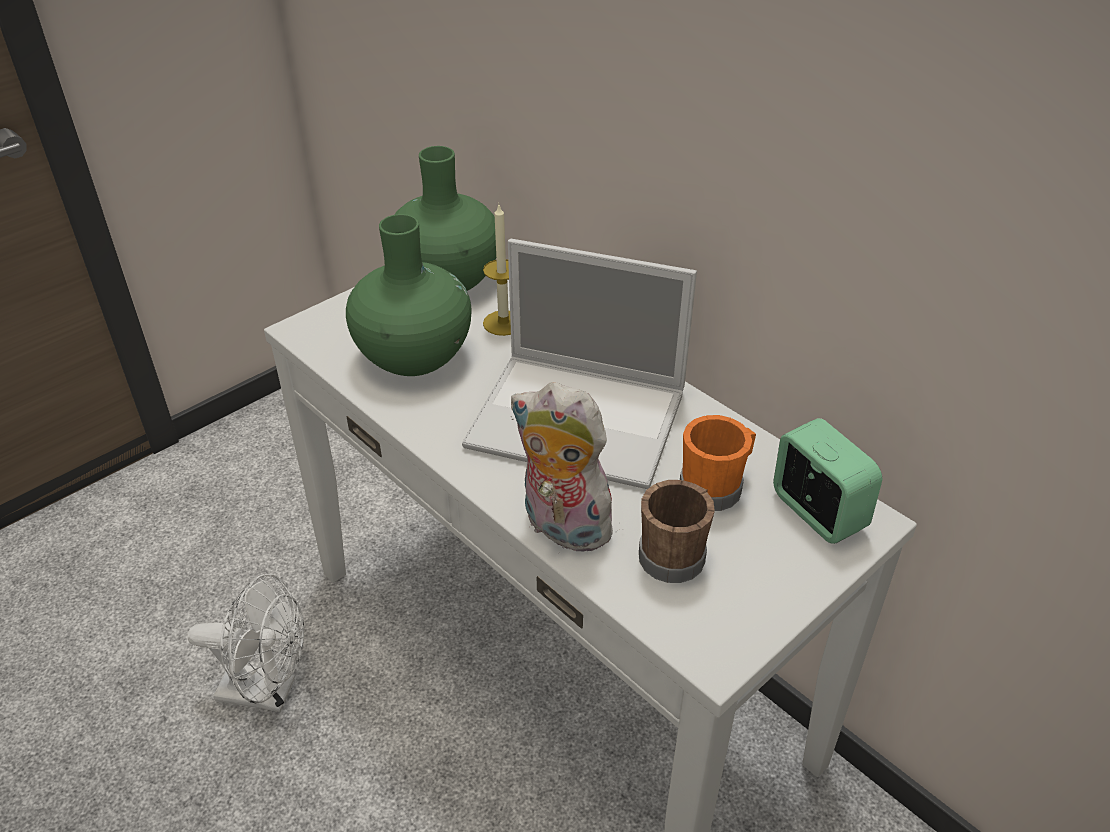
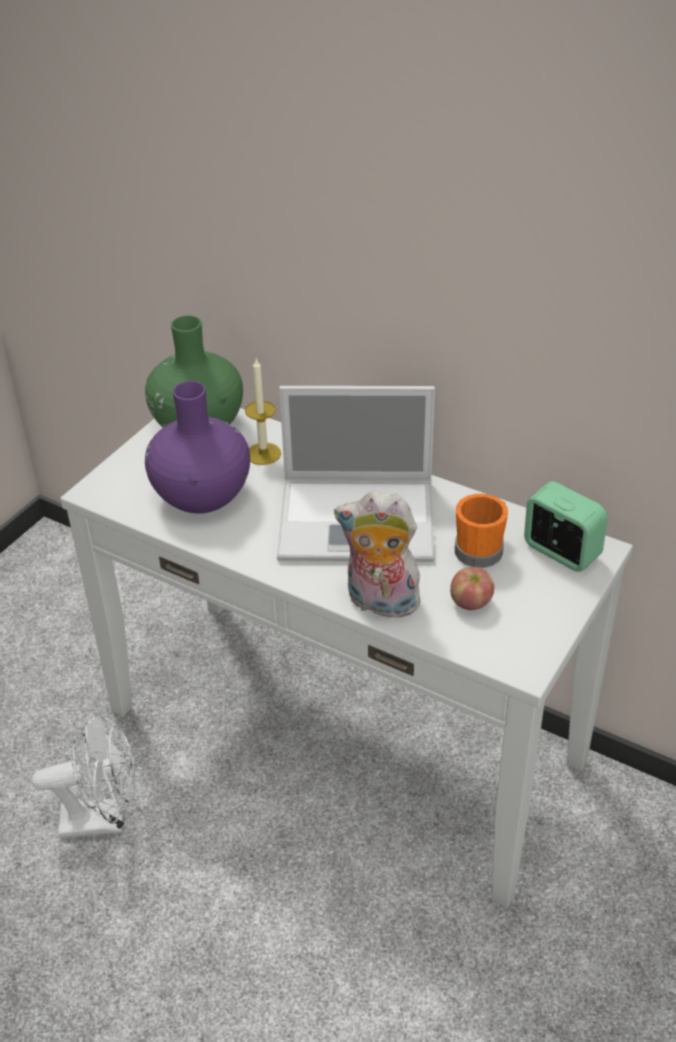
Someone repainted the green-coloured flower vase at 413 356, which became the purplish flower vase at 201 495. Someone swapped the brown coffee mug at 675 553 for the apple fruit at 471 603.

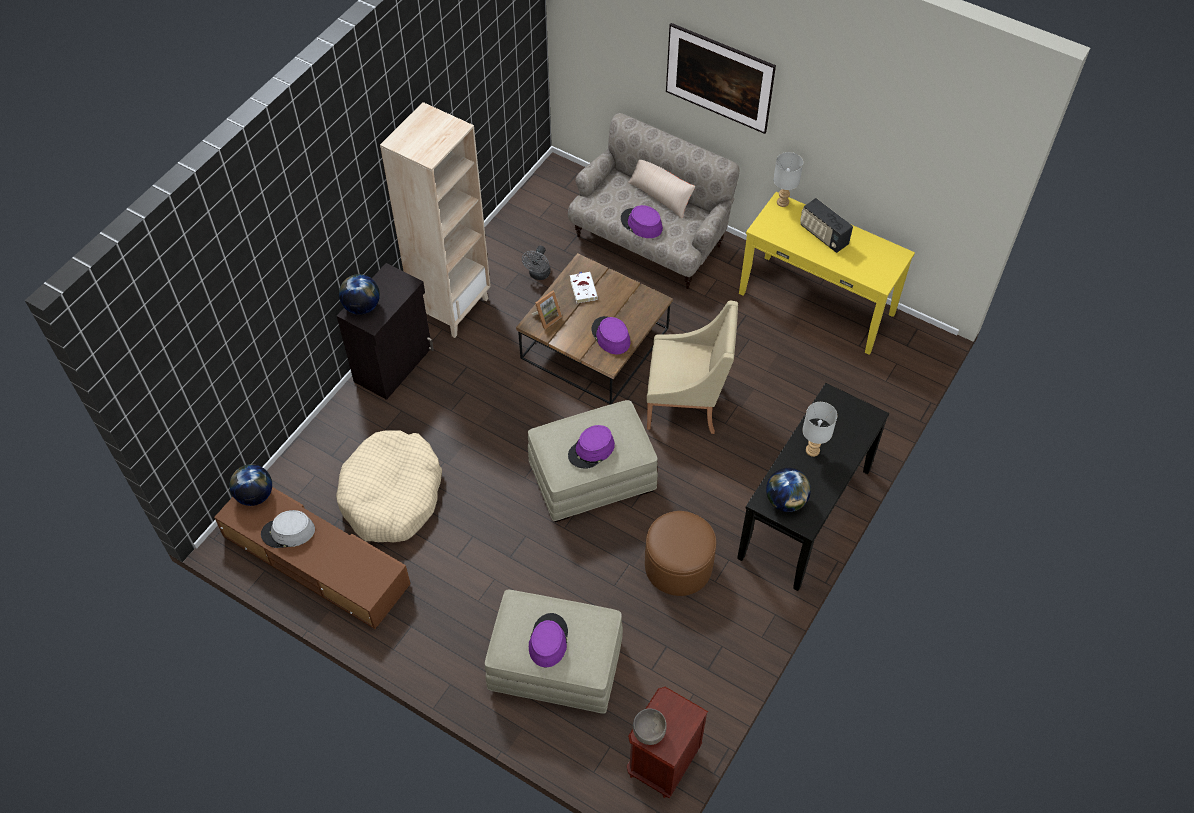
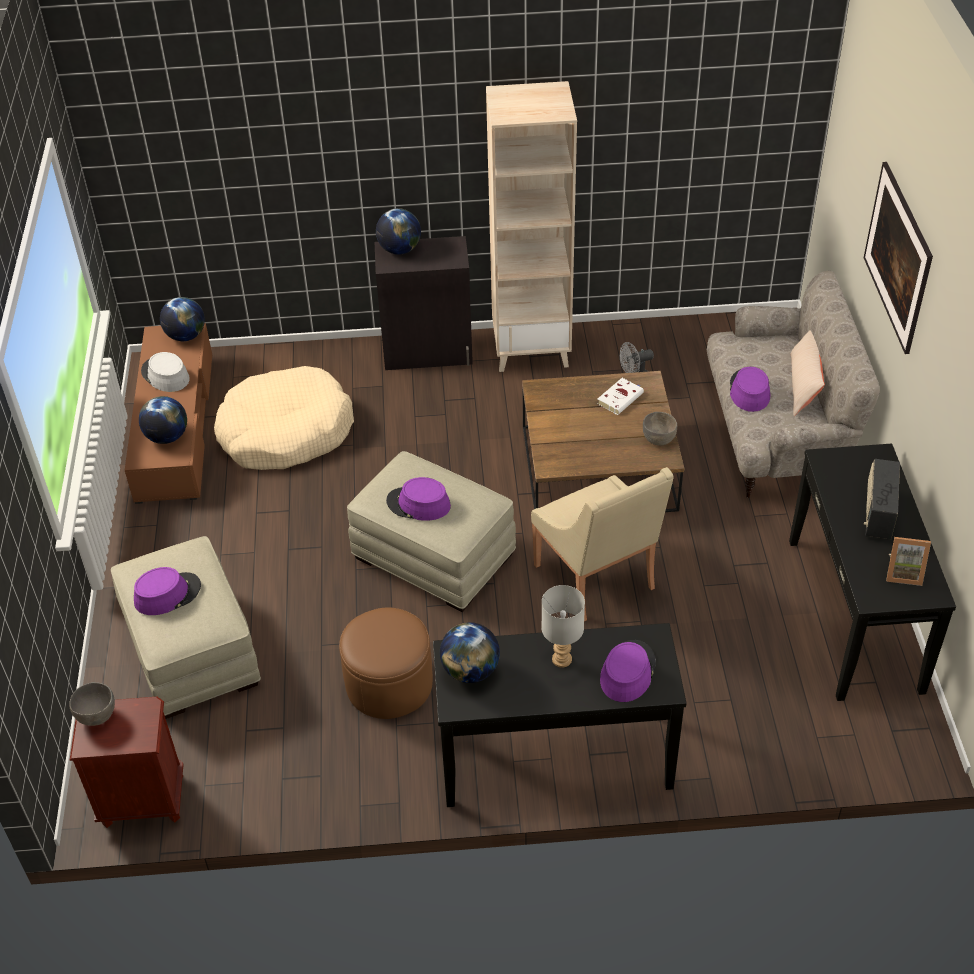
Someone carried the picture frame from 547 318 to 903 573. Someone carried the purplish hat from 610 336 to 627 672. Someone repainted the yellowish hall table at 816 303, which became the black hall table at 855 614. Someone took away the grey table lamp at 782 202. Someone put down the desk globe at 167 437. Someone put down the grey serving bowl at 659 440.

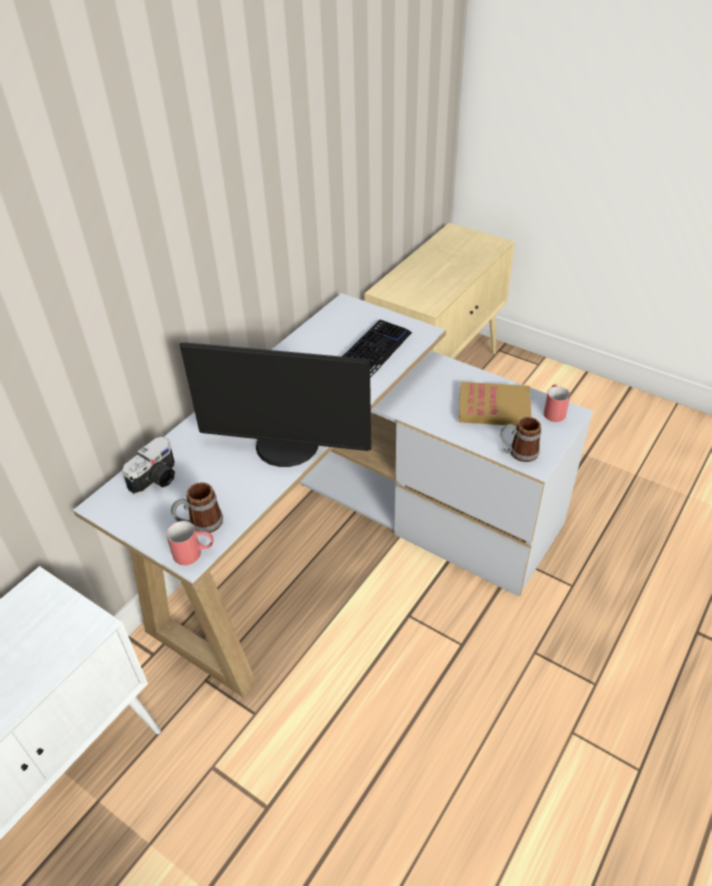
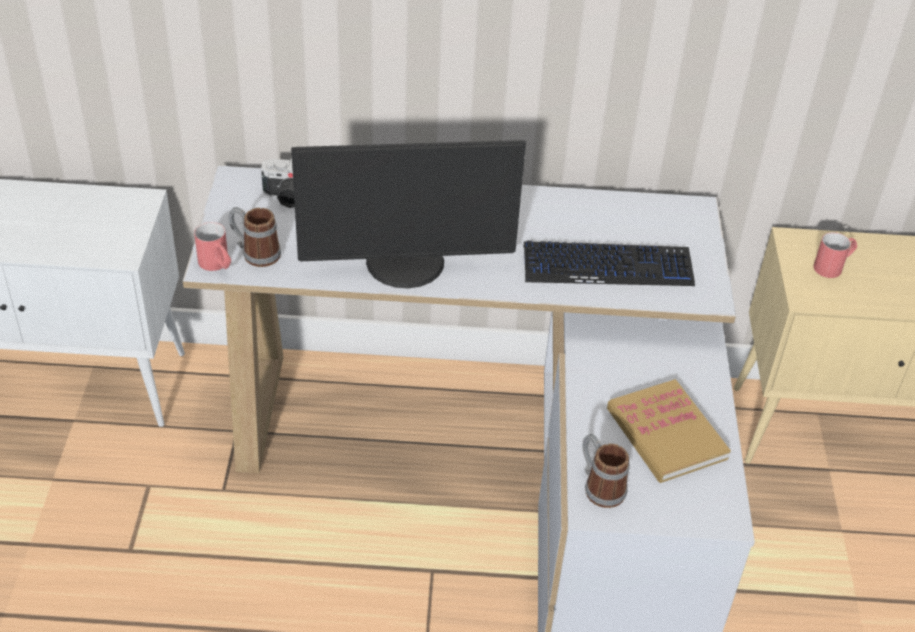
Someone rotated the monitor at 286 447 by 75 degrees counterclockwise. Someone carried the red coffee mug from 553 411 to 833 266.

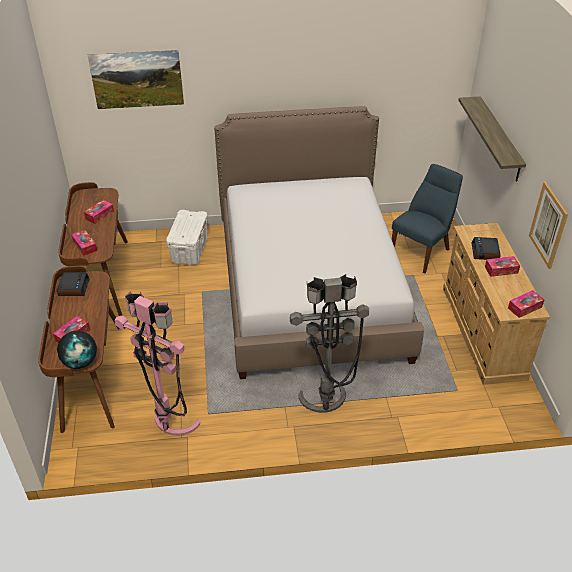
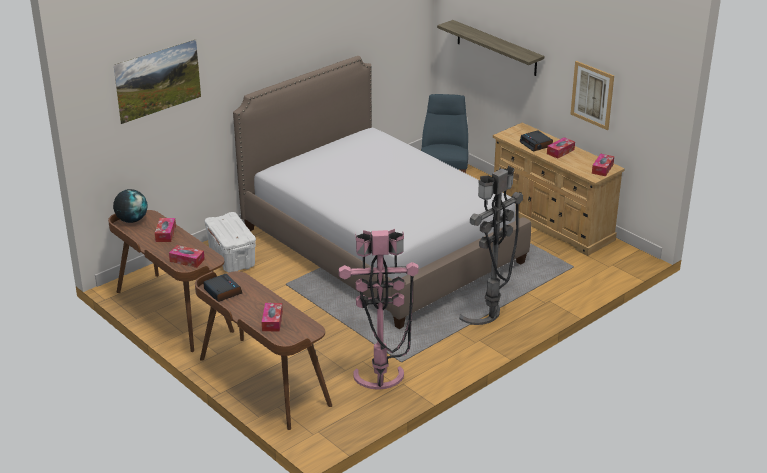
Someone carried the desk globe from 80 362 to 132 220.

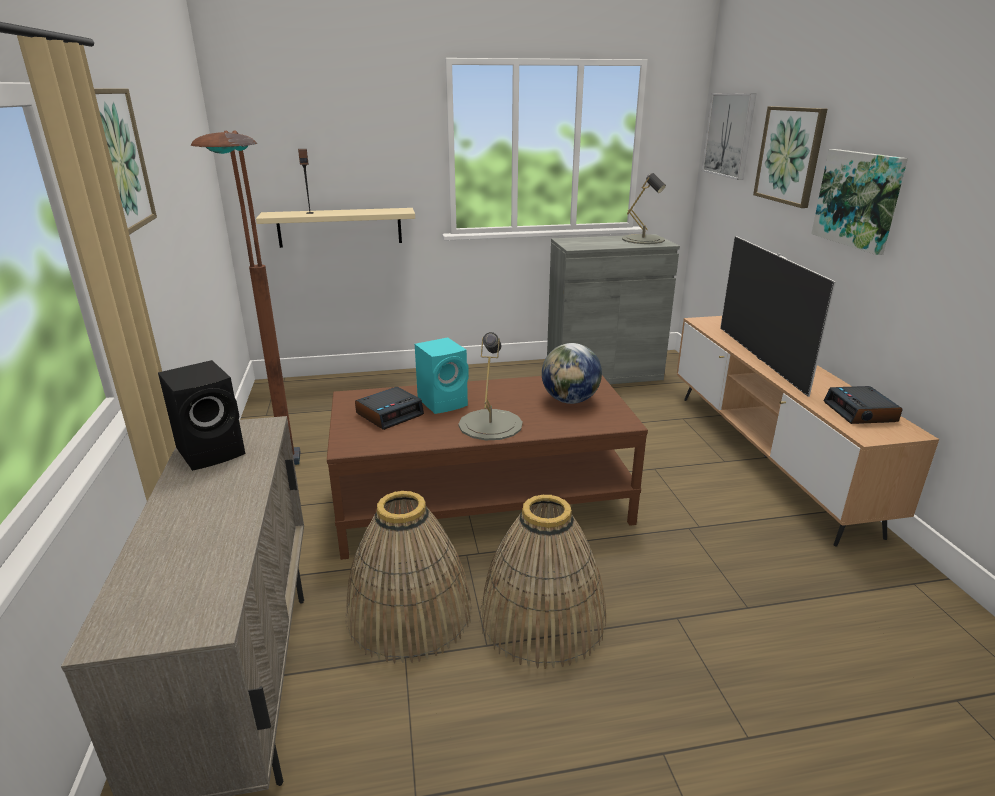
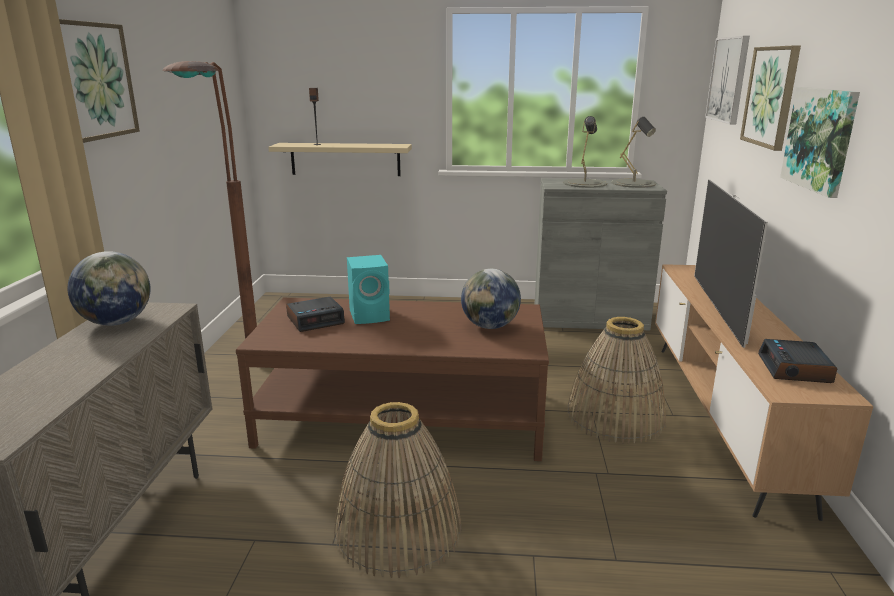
Someone swapped the black speaker at 213 451 for the desk globe at 117 322. Someone carried the storage basket from 409 613 to 615 417. Someone carried the grey table lamp from 490 424 to 584 183.

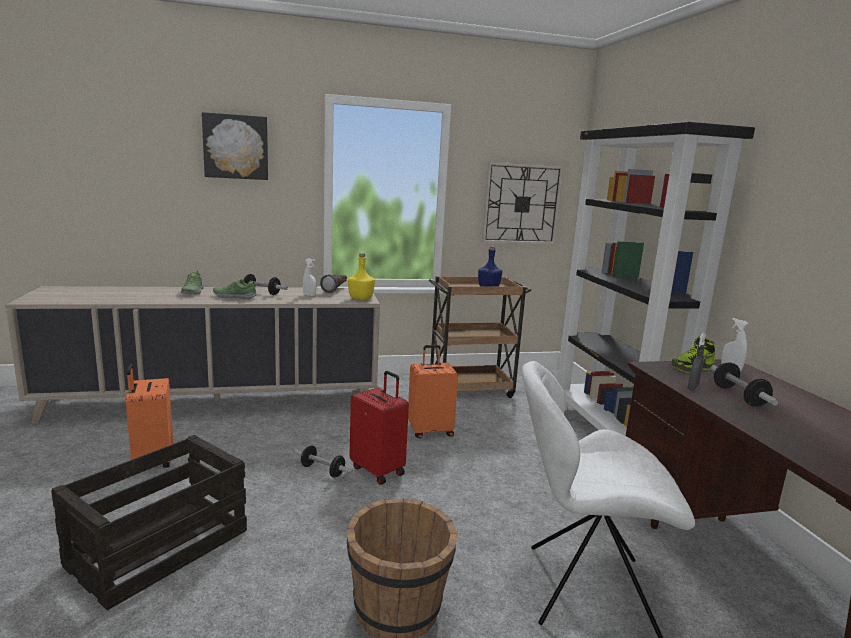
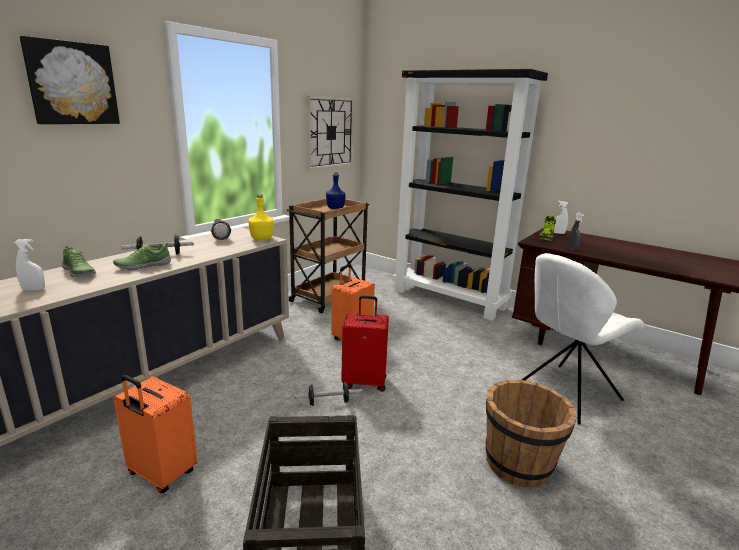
Someone carried the white-coloured spray bottle from 309 295 to 33 289. Someone took away the free weight at 739 396.

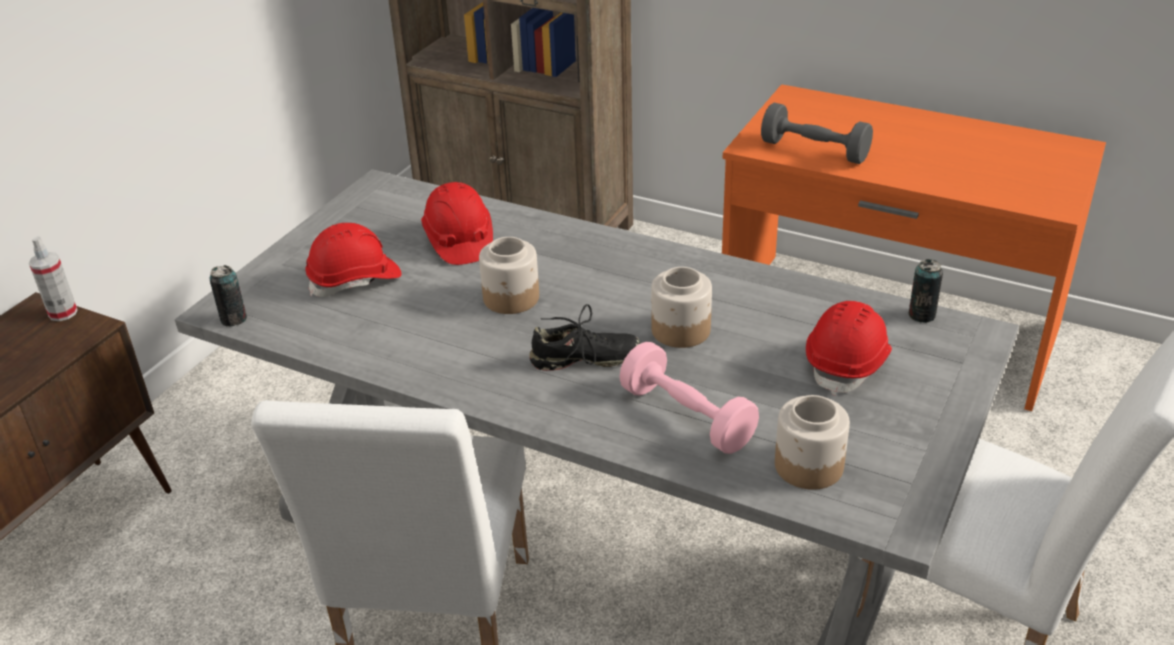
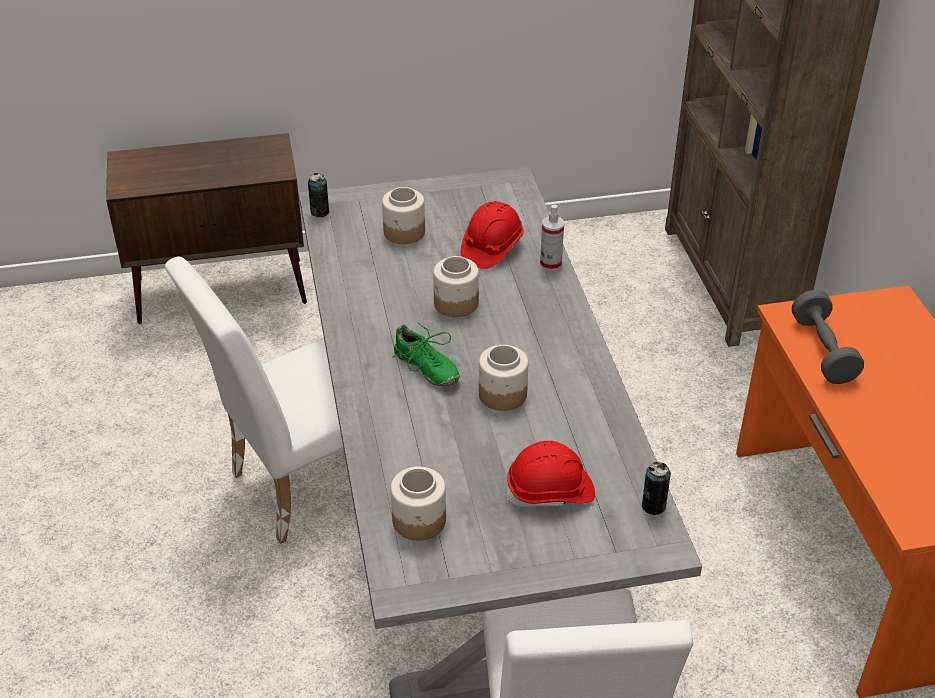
Someone carried the spray bottle from 63 313 to 550 264. Someone swapped the red work helmet at 355 280 for the jar at 404 232. Someone repainted the black item of footwear at 585 360, which became the green-coloured item of footwear at 426 368. Someone took away the pink free weight at 687 417.

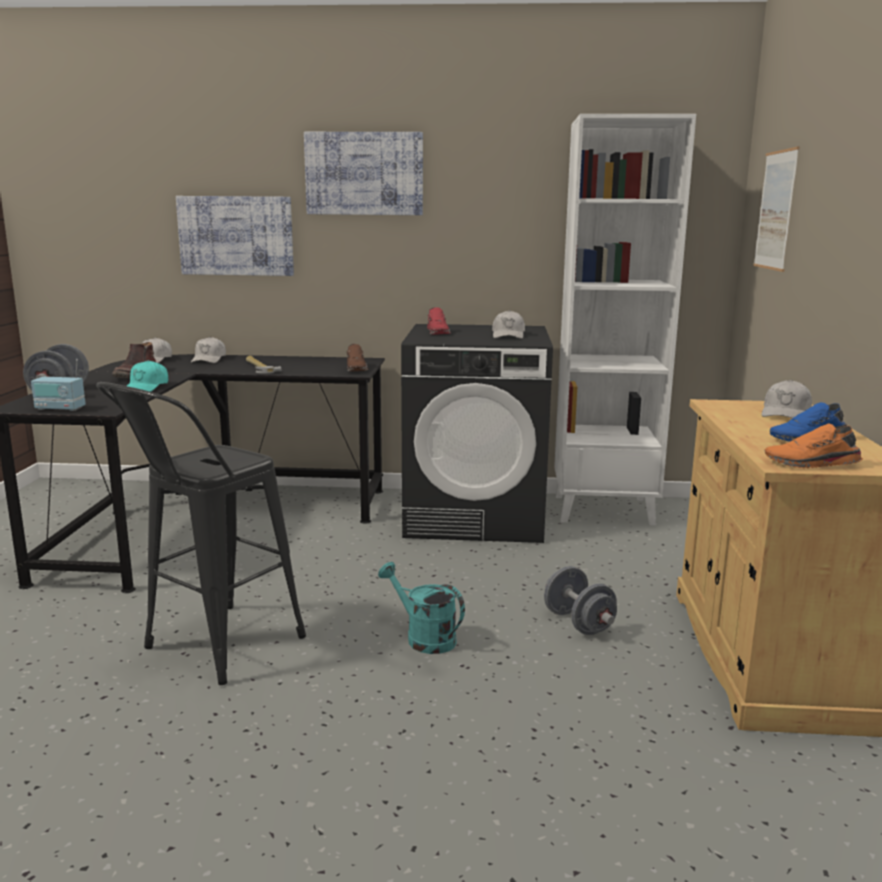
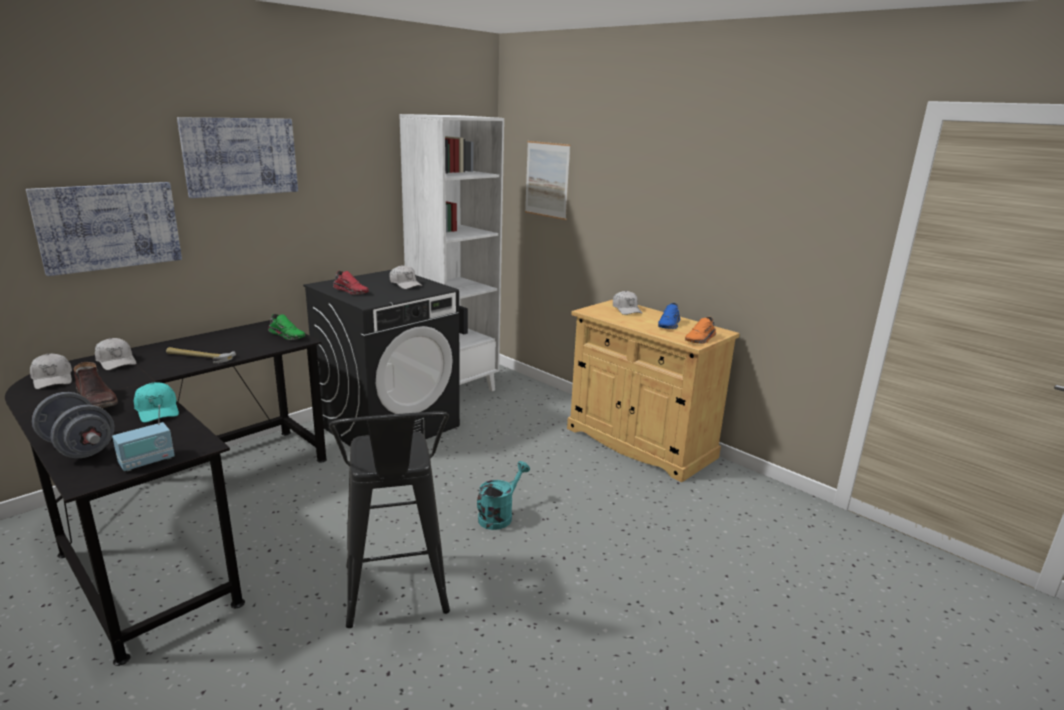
Someone repainted the brown item of footwear at 357 368, which became the green-coloured item of footwear at 288 335. Someone rotated the blue-green watering can at 423 637 by 135 degrees clockwise. Someone took away the grey free weight at 578 623.

